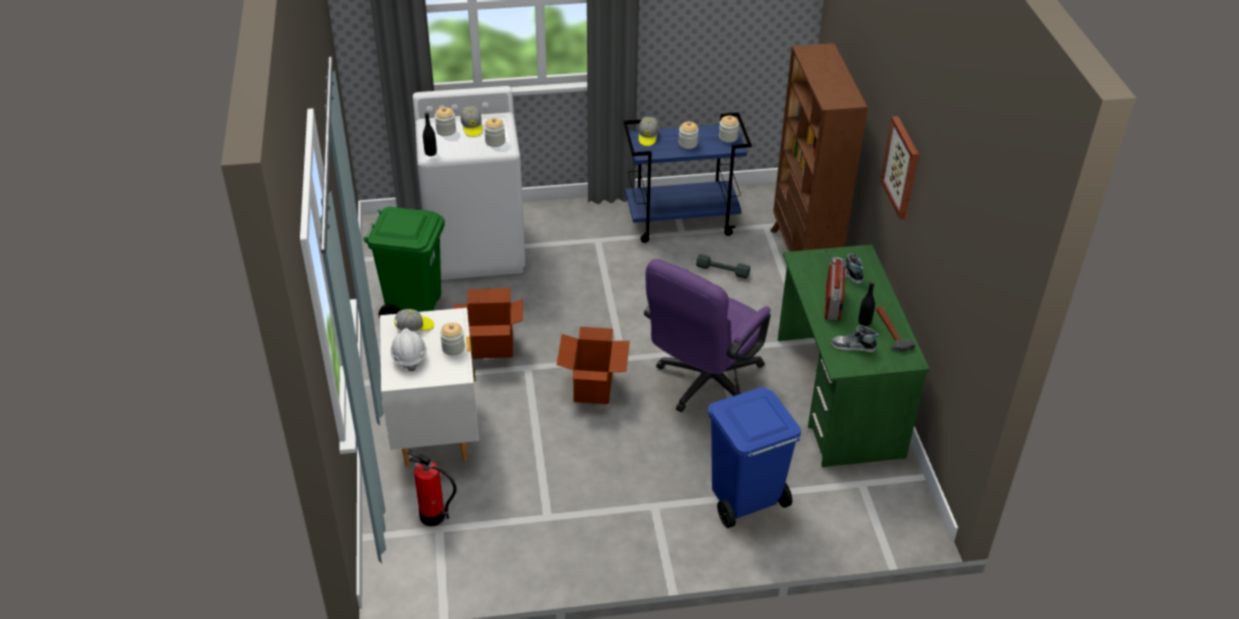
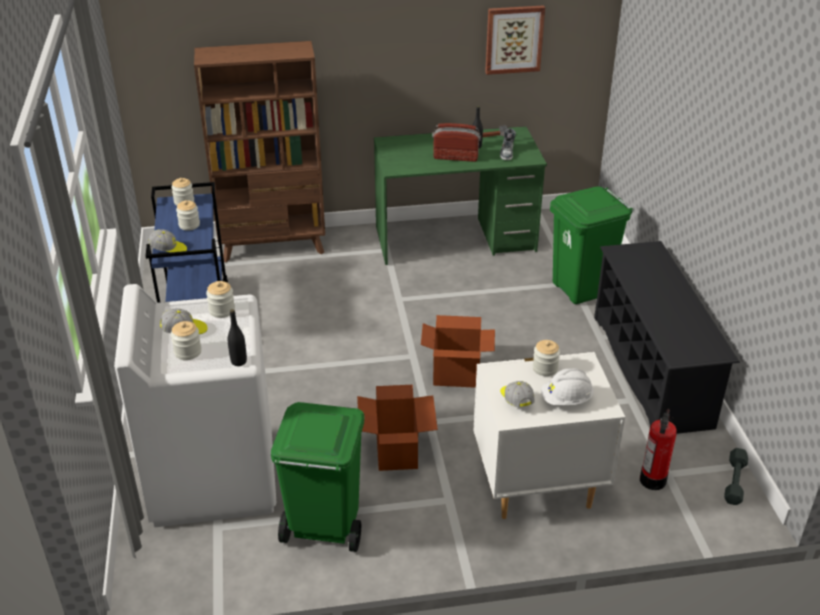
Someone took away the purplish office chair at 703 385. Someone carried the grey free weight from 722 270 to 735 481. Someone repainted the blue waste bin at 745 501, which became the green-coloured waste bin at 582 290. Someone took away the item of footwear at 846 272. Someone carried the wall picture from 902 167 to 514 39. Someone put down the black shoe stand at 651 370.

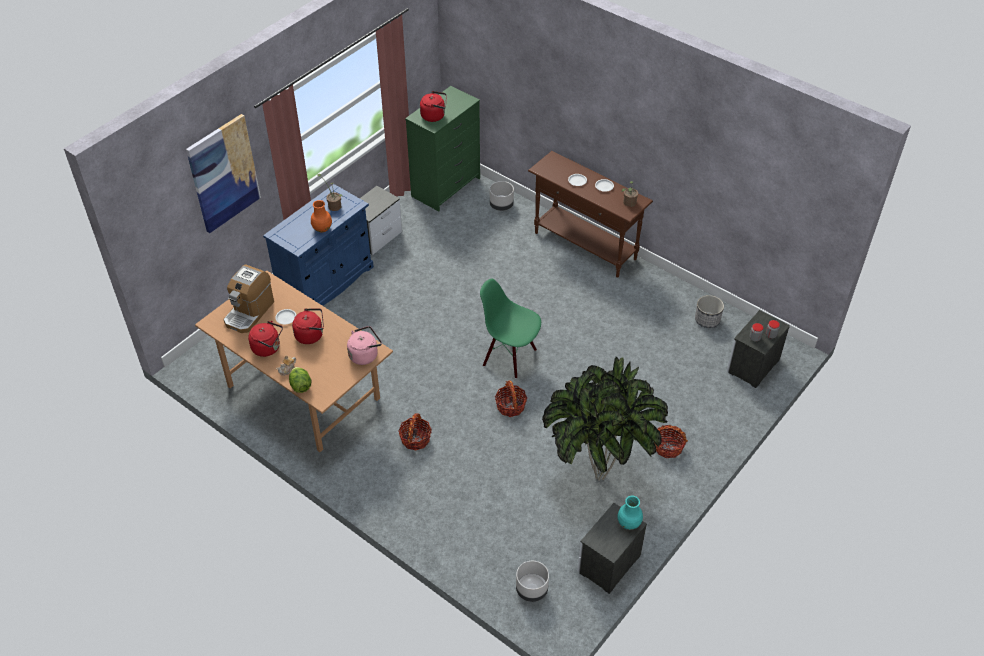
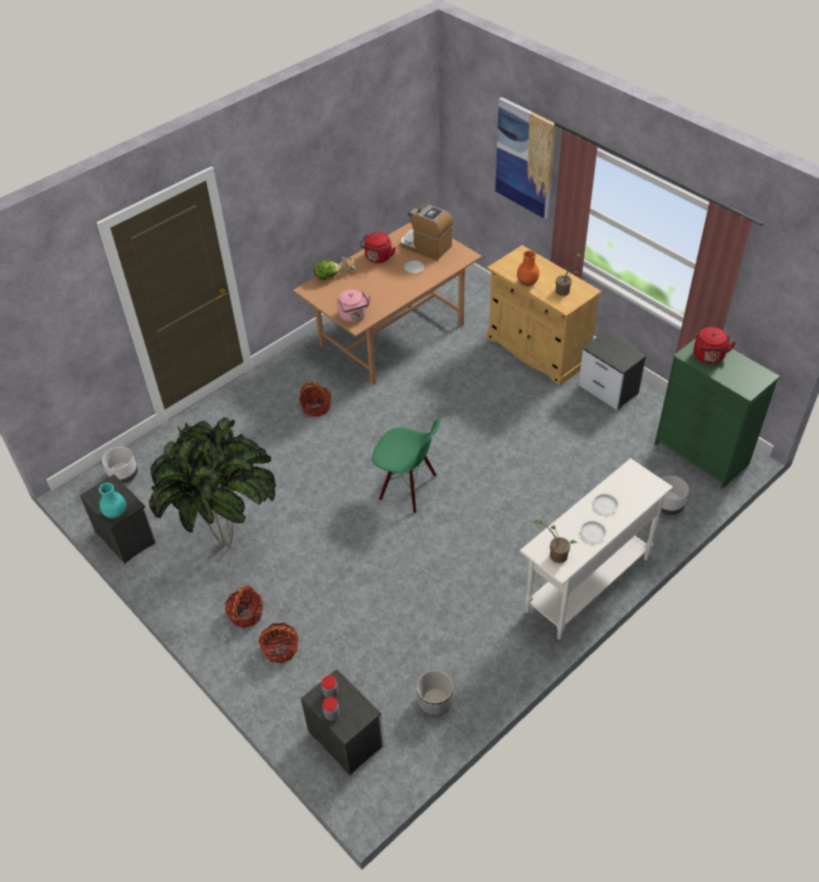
Someone repainted the blue storage cabinet at 326 283, which became the beige-coloured storage cabinet at 537 350. Someone took away the red water kettle at 311 335. Someone rotated the green-coloured chair at 510 357 by 75 degrees clockwise. Someone carried the storage basket from 510 406 to 280 648. Someone repainted the brown hall table at 585 246, which became the white-coloured hall table at 586 585.

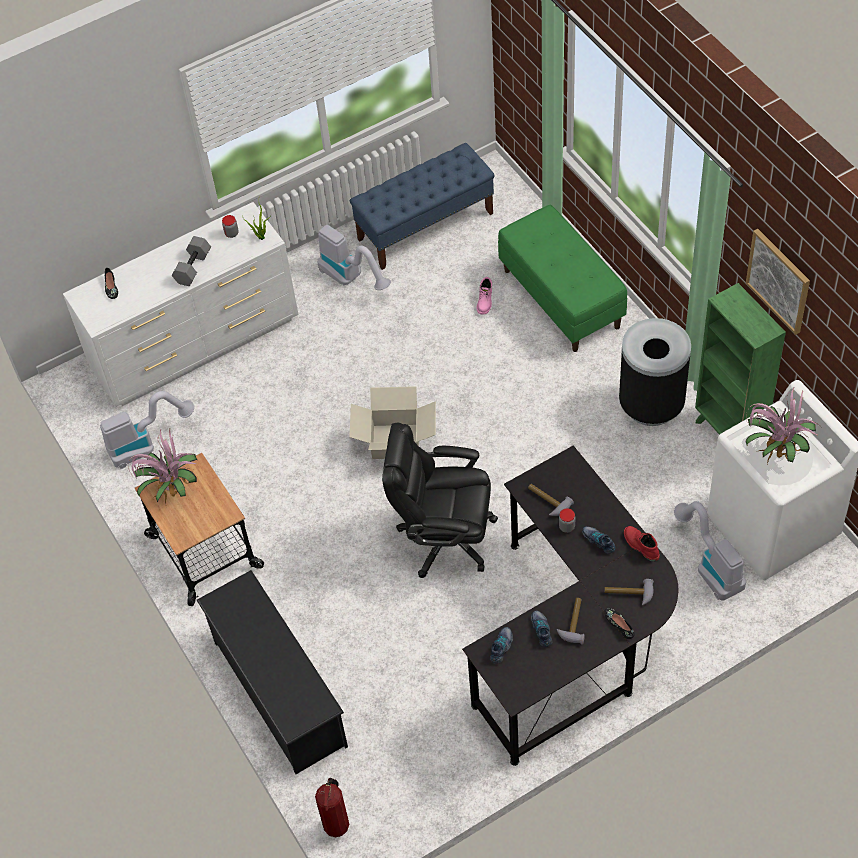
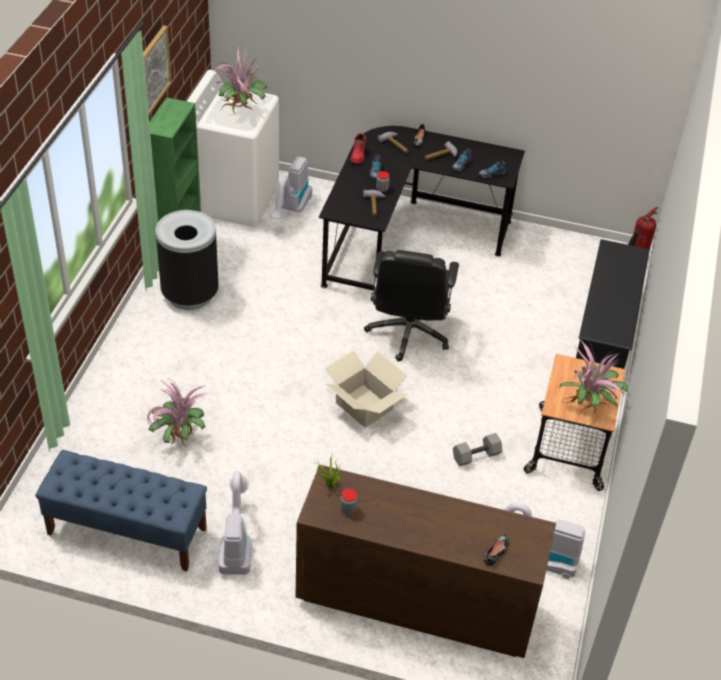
Someone repainted the white-coloured dresser at 197 345, which became the brown dresser at 415 602. Someone carried the grey free weight from 193 268 to 476 455. Someone rotated the black office chair at 444 537 by 45 degrees clockwise. Someone swapped the pink boot at 485 301 for the houseplant at 178 437. Someone took away the green-coloured indoor bench at 562 298.

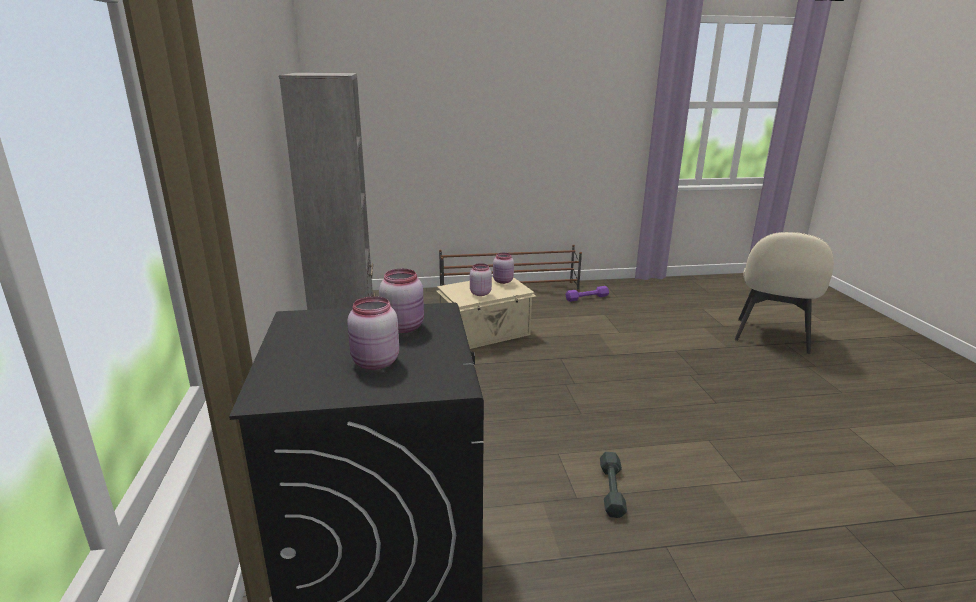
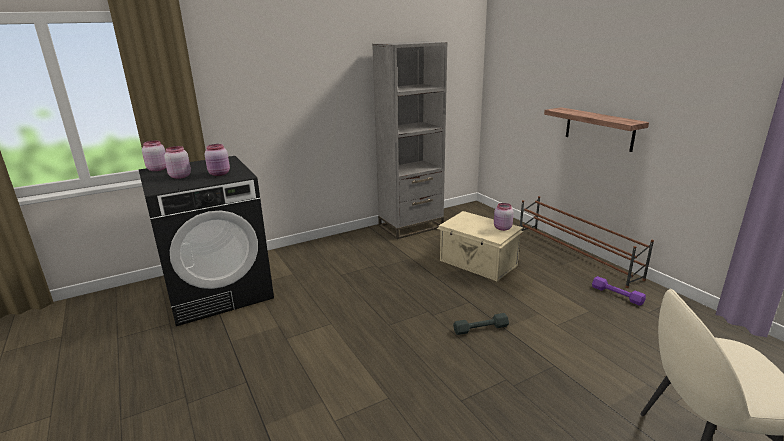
Someone carried the pink jar from 479 293 to 157 169. Someone carried the grey free weight from 612 490 to 480 329. Someone put up the shelf at 599 129.

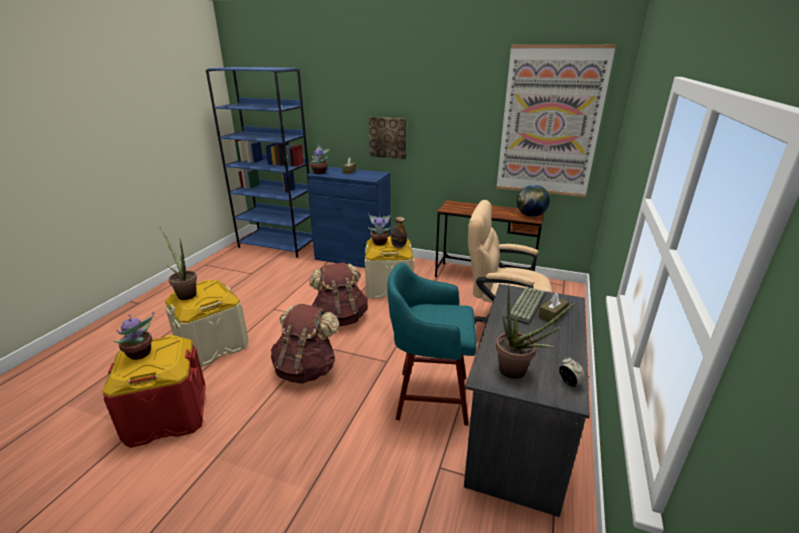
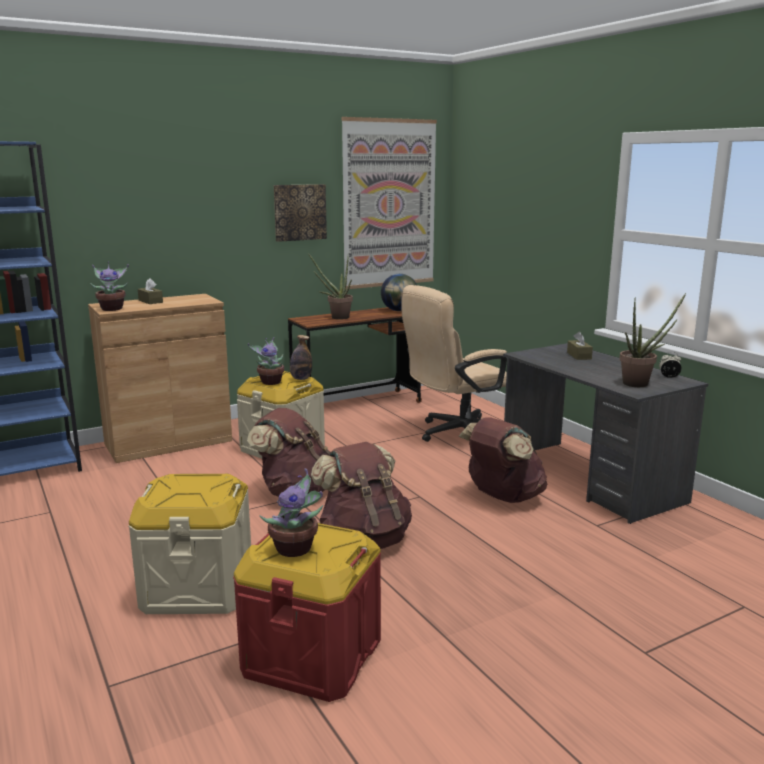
Someone carried the houseplant from 185 294 to 336 317. Someone repainted the blue storage cabinet at 353 257, which became the brown storage cabinet at 168 442. Someone carried the wall picture from 388 137 to 299 212. Someone swapped the blue-green sitting stool at 429 396 for the brown knapsack at 502 497. Someone took away the keyboard at 527 306.

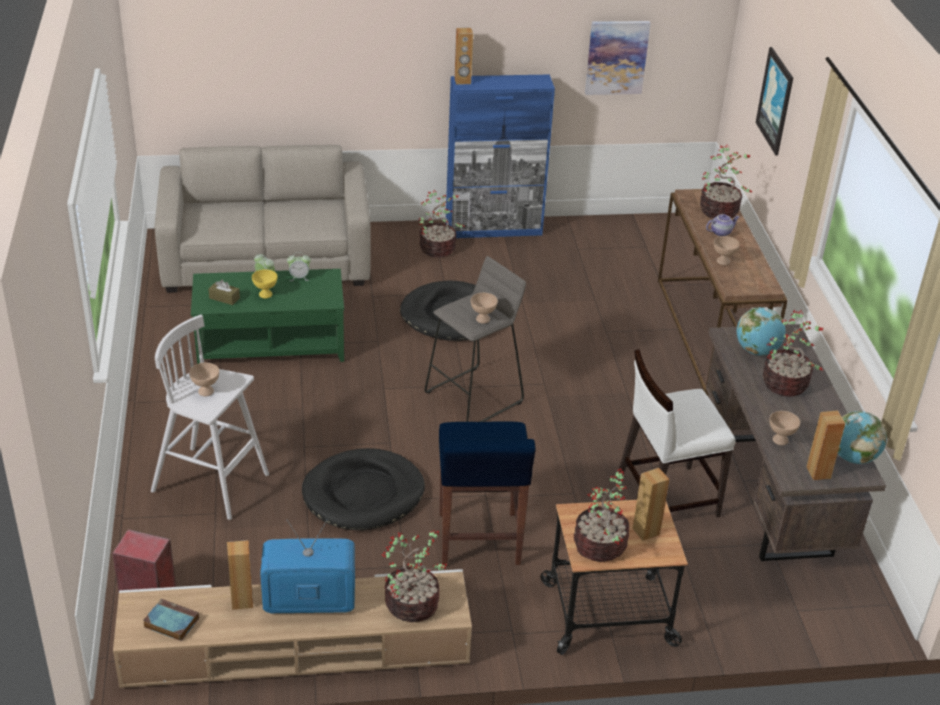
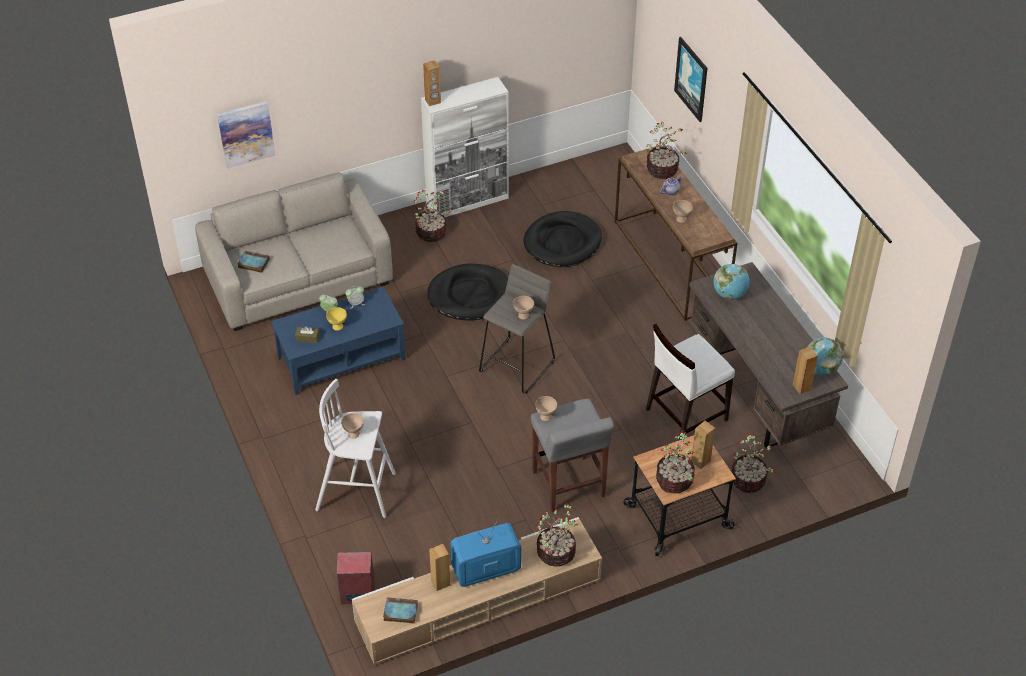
Someone repainted the green-coloured coffee table at 271 343, which became the blue coffee table at 341 358. Someone carried the black dog bed from 363 494 to 563 242. Someone repainted the blue sitting stool at 478 540, which became the grey sitting stool at 568 485. Someone repainted the blue storage cabinet at 494 229, which became the white-coloured storage cabinet at 468 201. Someone carried the wall picture from 616 57 to 246 133. Someone carried the houseplant from 786 384 to 749 481. Someone carried the beige-coloured serving bowl from 780 440 to 545 417. Someone put down the volume at 253 263.

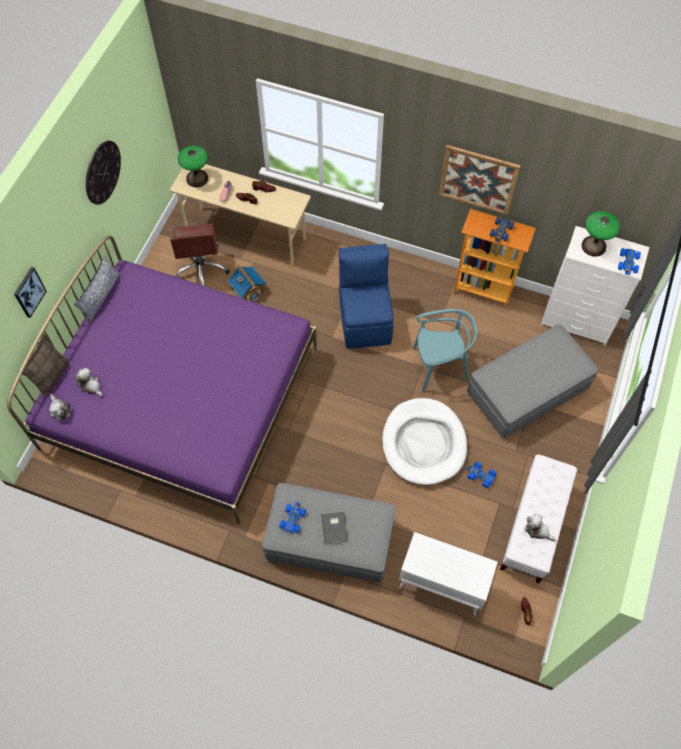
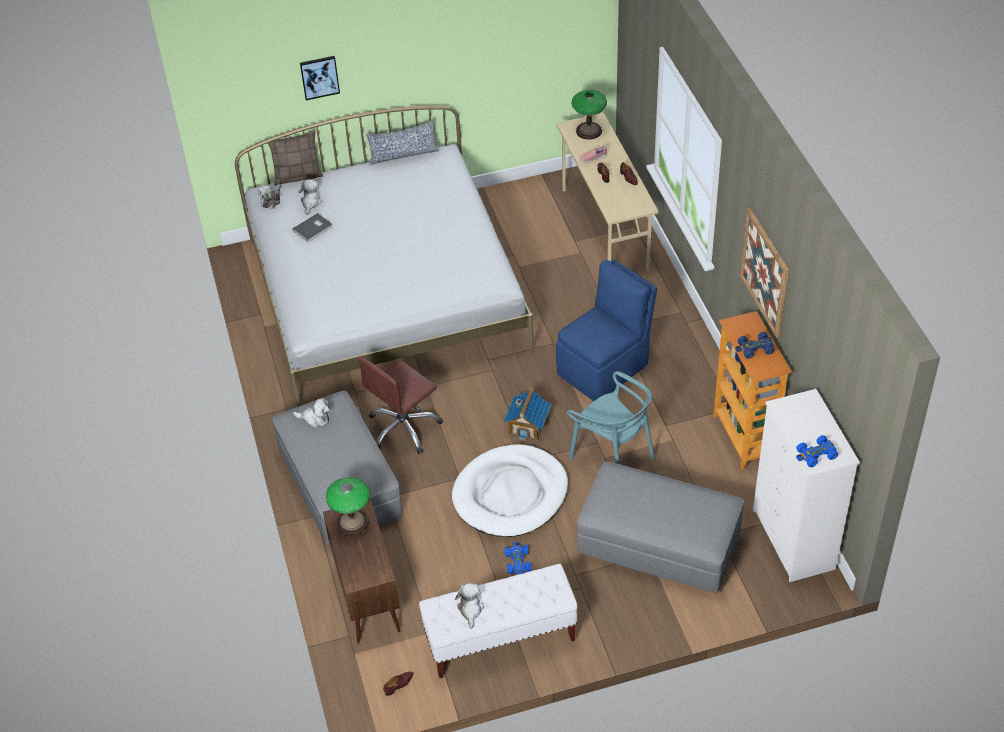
Someone repainted the purplish bed at 181 398, which became the white-coloured bed at 386 295. Someone took away the hanging clock at 102 172. Someone carried the brown office chair from 201 269 to 404 428. Someone carried the miniature house from 248 290 to 528 425. Someone swapped the blue miniature car at 292 519 for the cuddly toy at 315 418. Someone carried the grey volume from 335 527 to 313 228. Someone repainted the white-coloured storage cabinet at 441 585, which became the brown storage cabinet at 367 597. Someone carried the table lamp from 594 246 to 352 523.

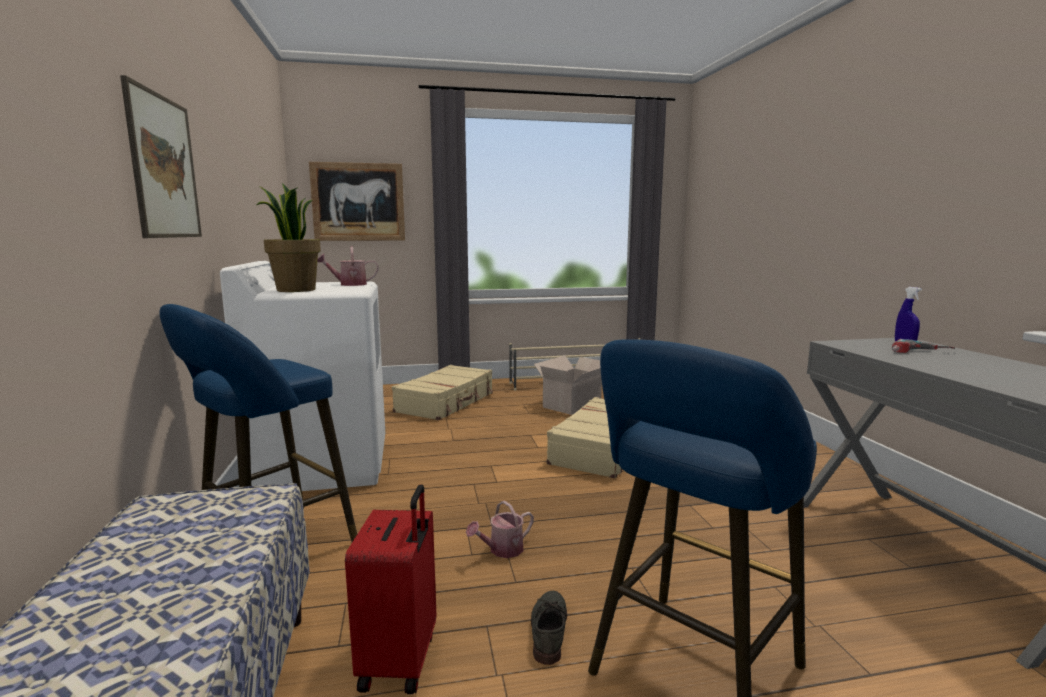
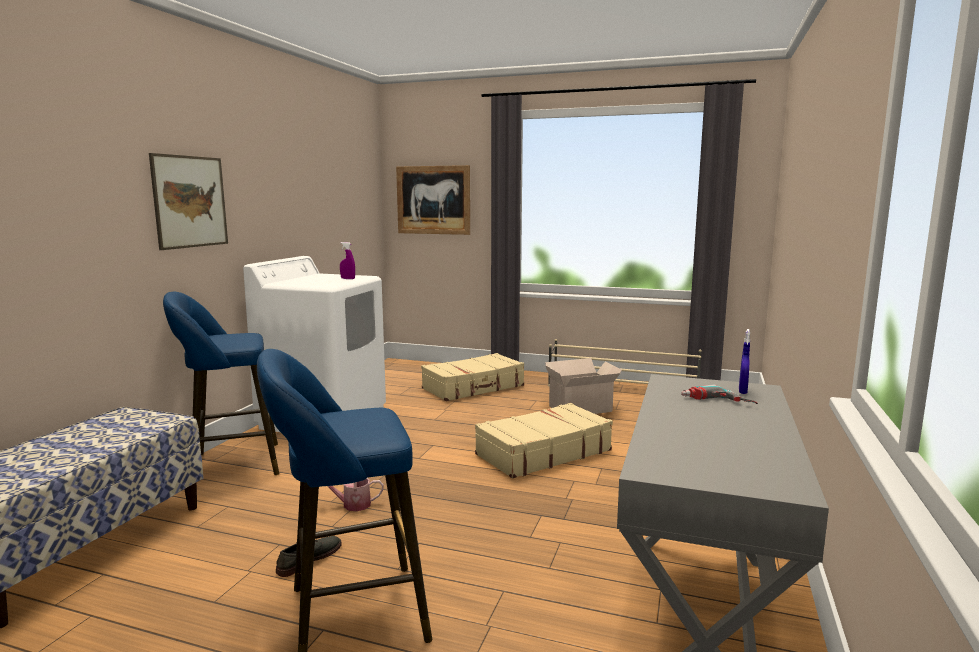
Someone took away the houseplant at 295 290. Someone swapped the watering can at 349 284 for the purplish spray bottle at 348 279. Someone took away the red travel case at 401 661.

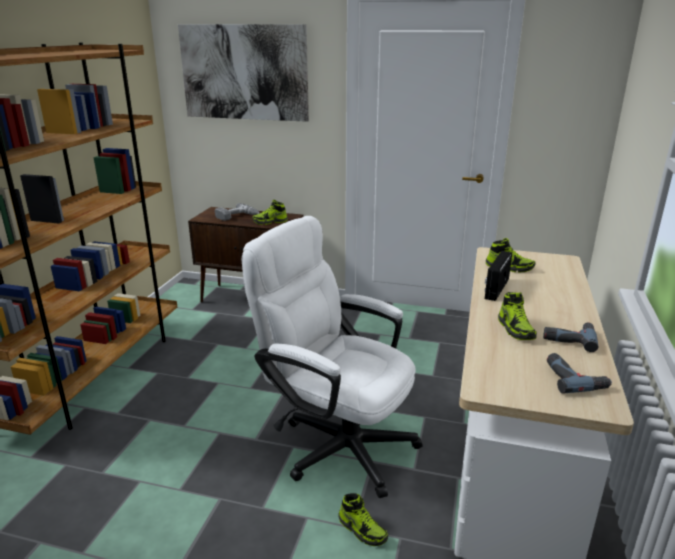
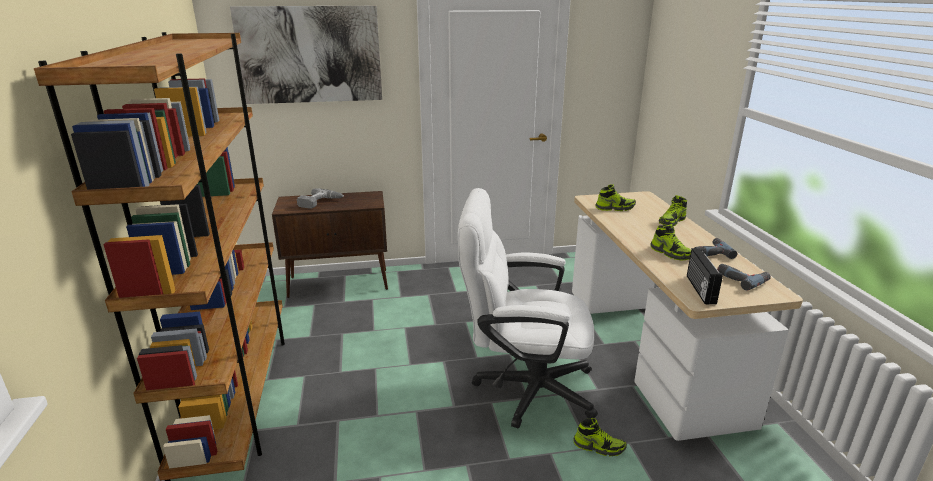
Someone carried the item of footwear from 270 222 to 672 221. Someone carried the radio from 495 289 to 699 289.

